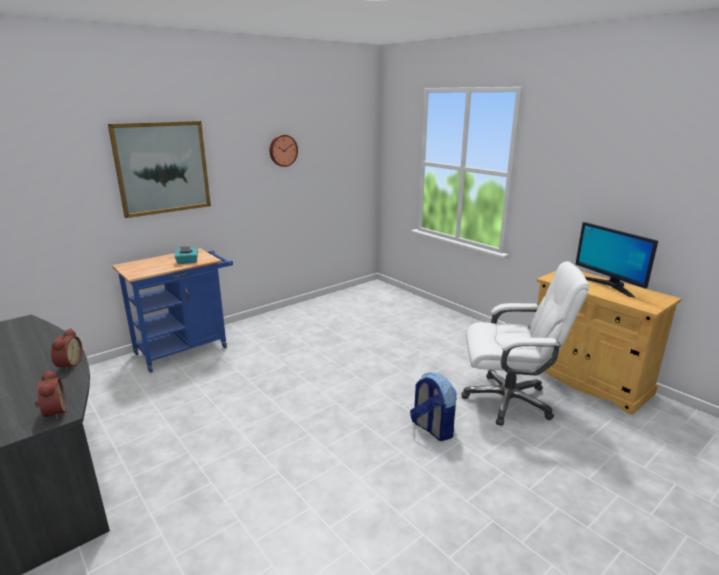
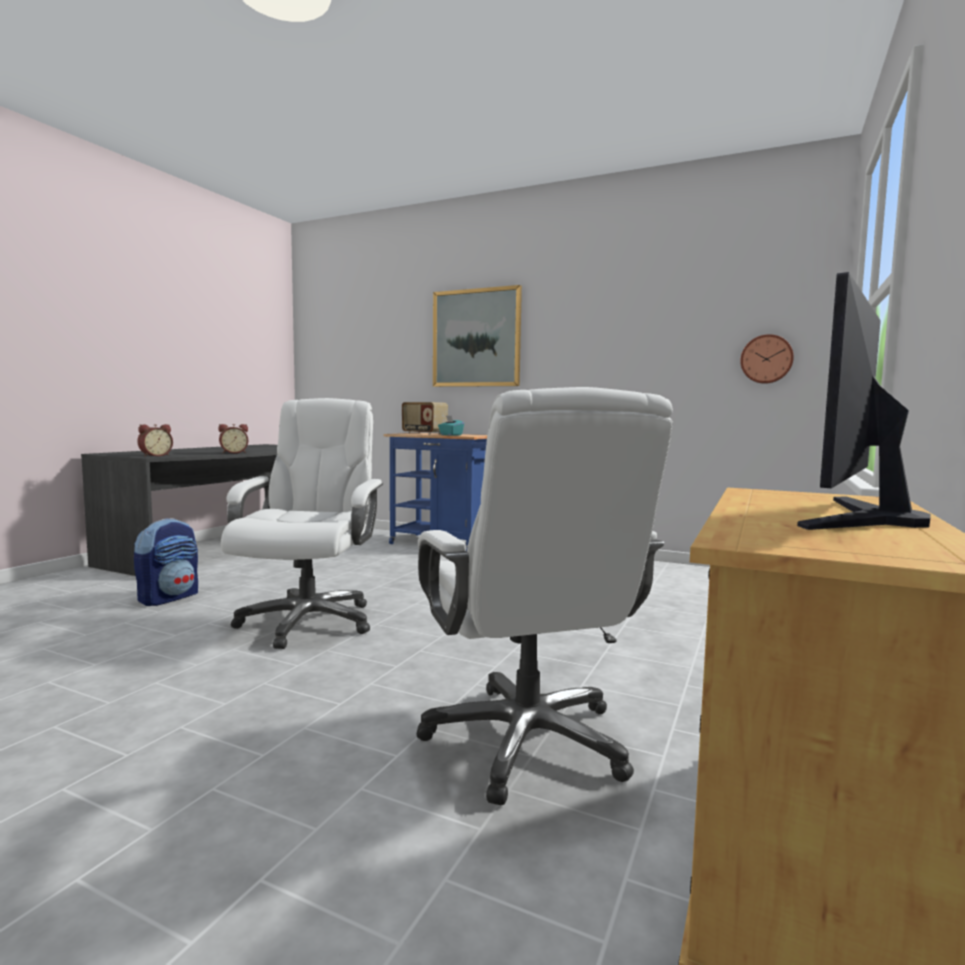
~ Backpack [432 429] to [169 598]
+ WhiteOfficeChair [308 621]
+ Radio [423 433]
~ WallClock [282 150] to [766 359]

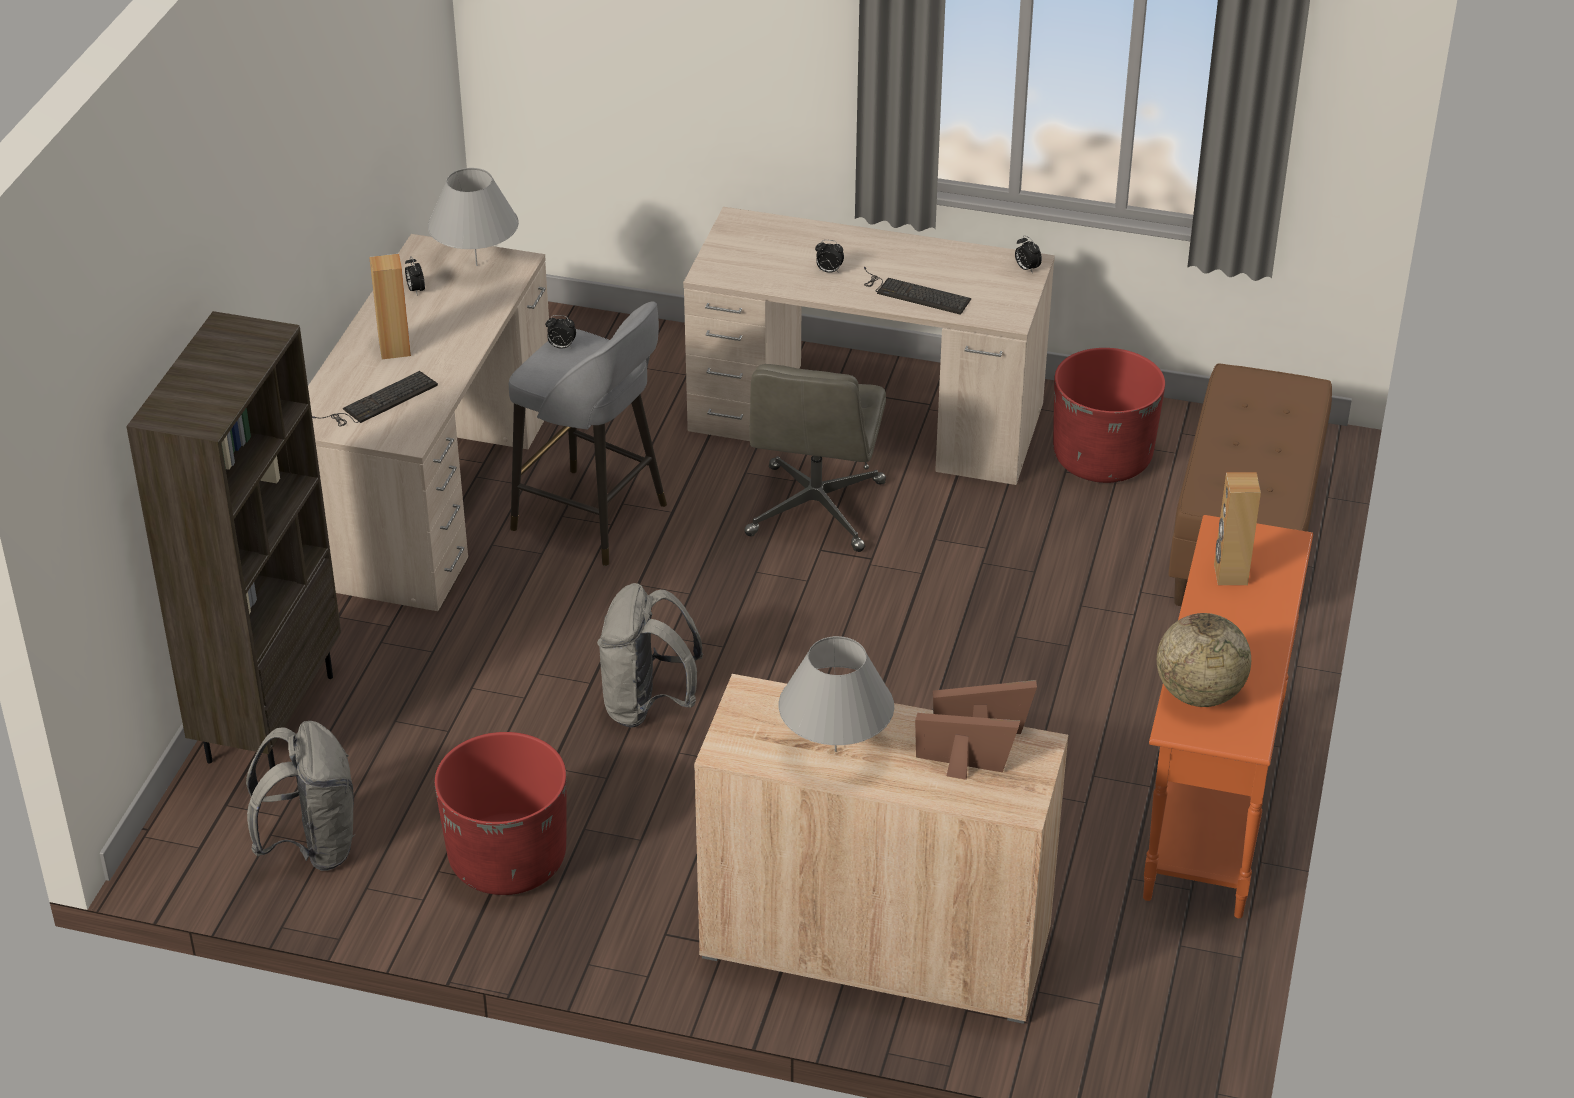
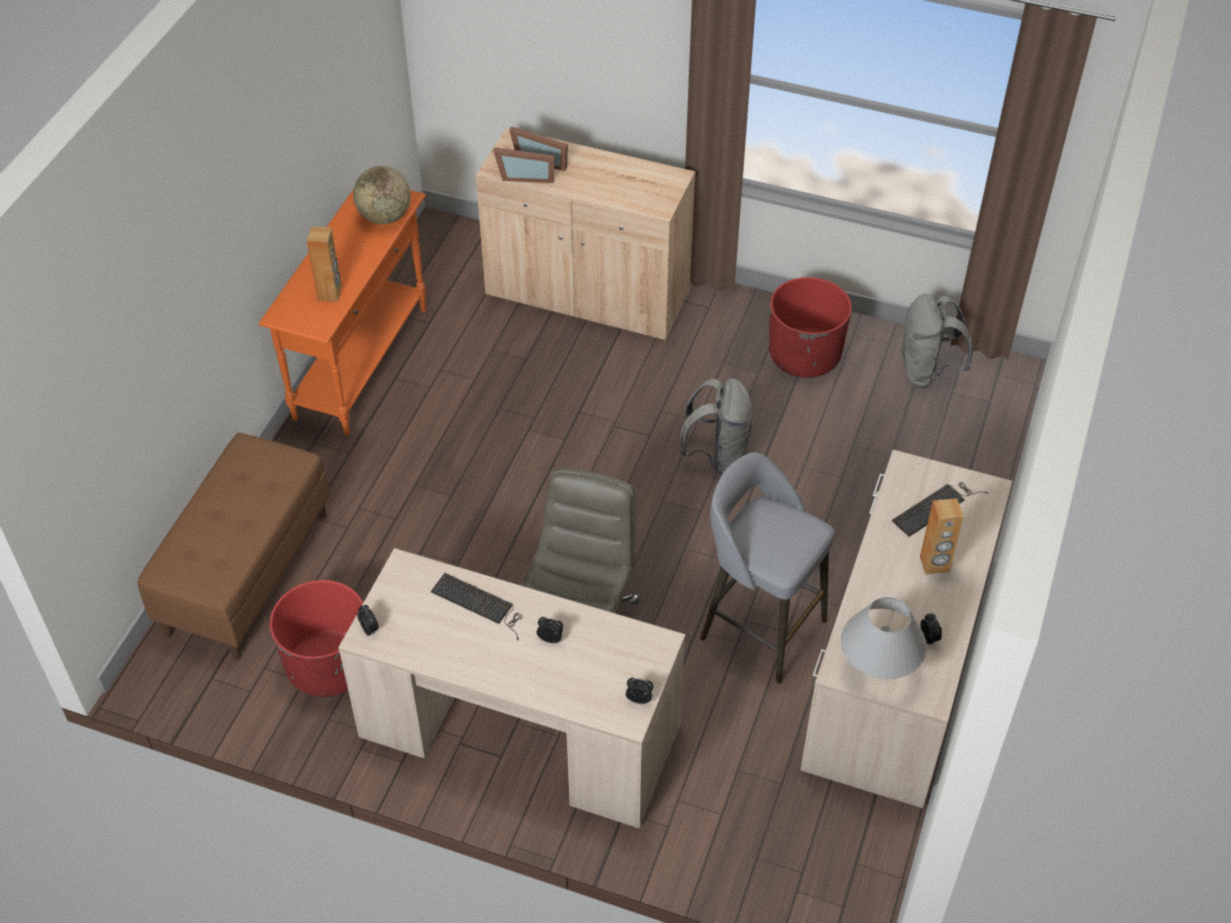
~ AlarmClock [561 347] to [639 698]
- BrownBookcase [269 717]
- GreyTableLamp [835 751]

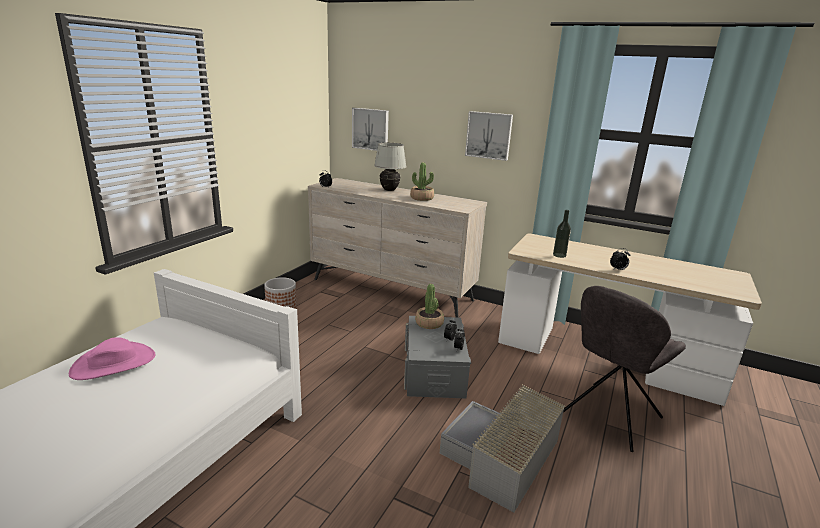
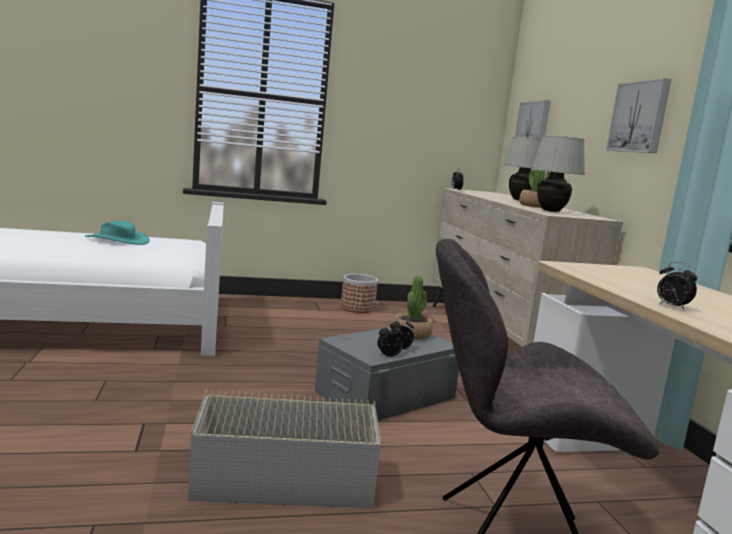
~ PinkHat [113 363] to TurquoiseHat [117 240]
+ WhiteTableLamp [551 211]
- Bottle [559 255]

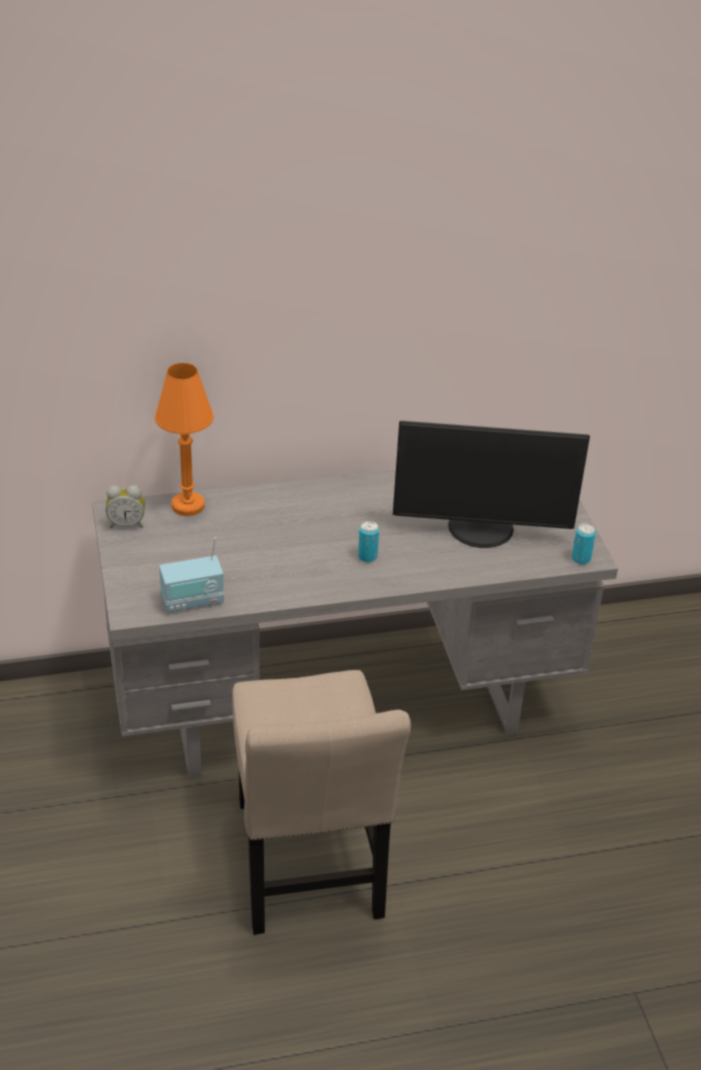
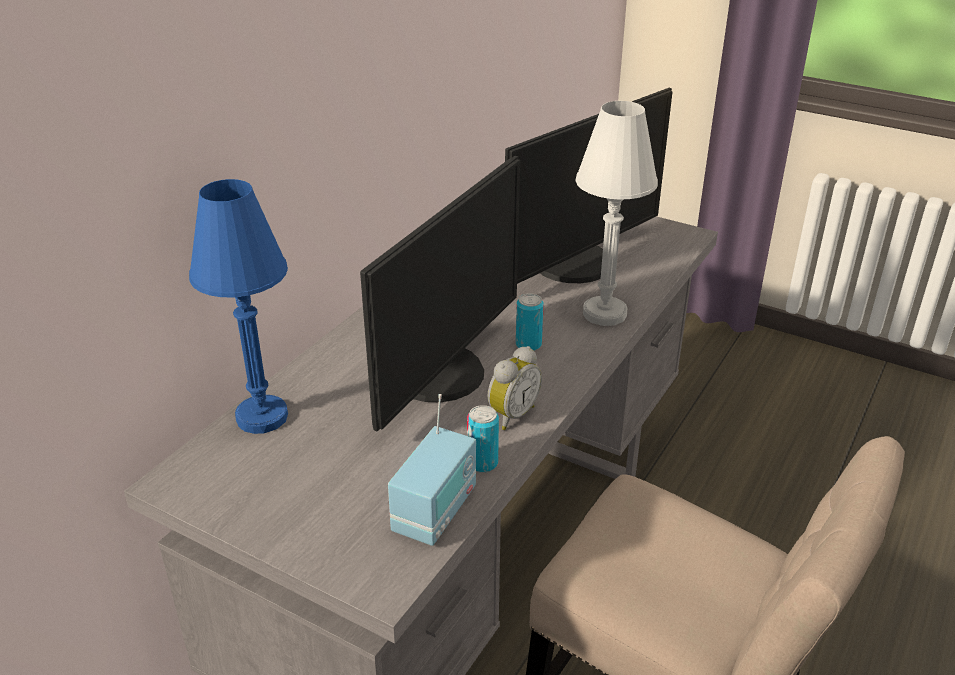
~ OrangeTableLamp [188 506] to BlueTableLamp [262 417]
+ Monitor [442 375]
~ Can [581 559] to [482 463]
~ AlarmClock [126 524] to [511 414]
+ WhiteTableLamp [604 313]

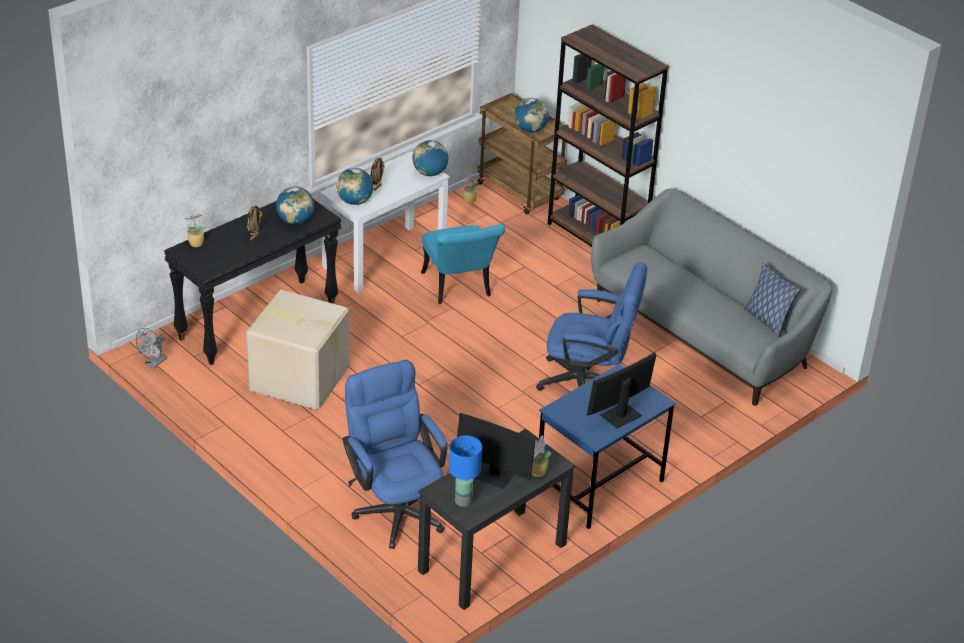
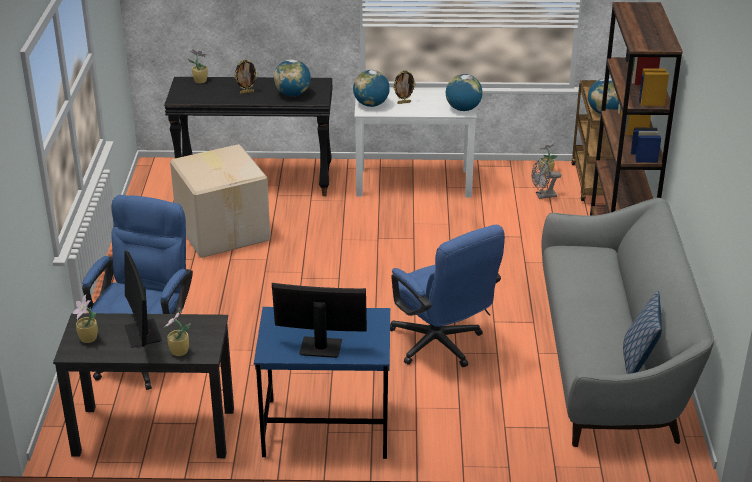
~ BlueTableLamp [464 501] to PottedPlant [88 339]
~ GreyFan [154 363] to [543 196]
- TurquoiseChair [459 289]

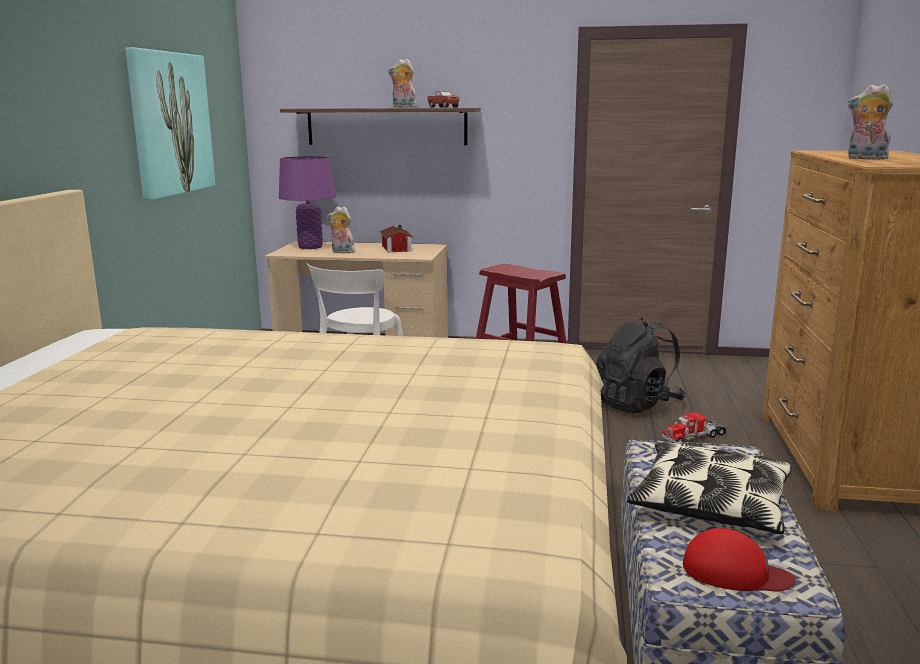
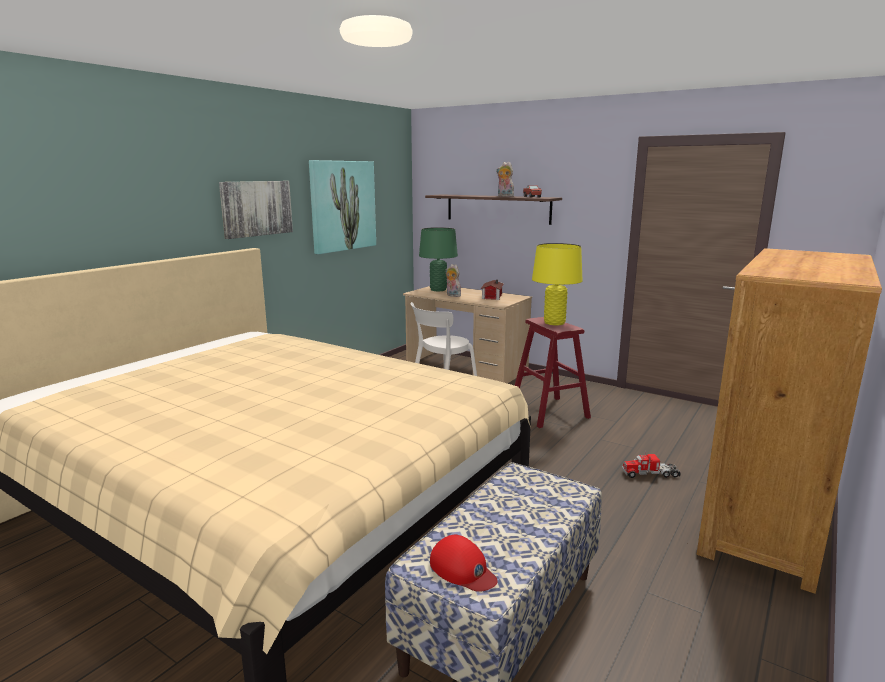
+ Picture [256 208]
~ PurpleTableLamp [310 247] to GreenTableLamp [438 290]
+ YellowTableLamp [554 323]
- BlackBackpack [637 404]
- Pillow [710 503]
- PlushToy [865 159]

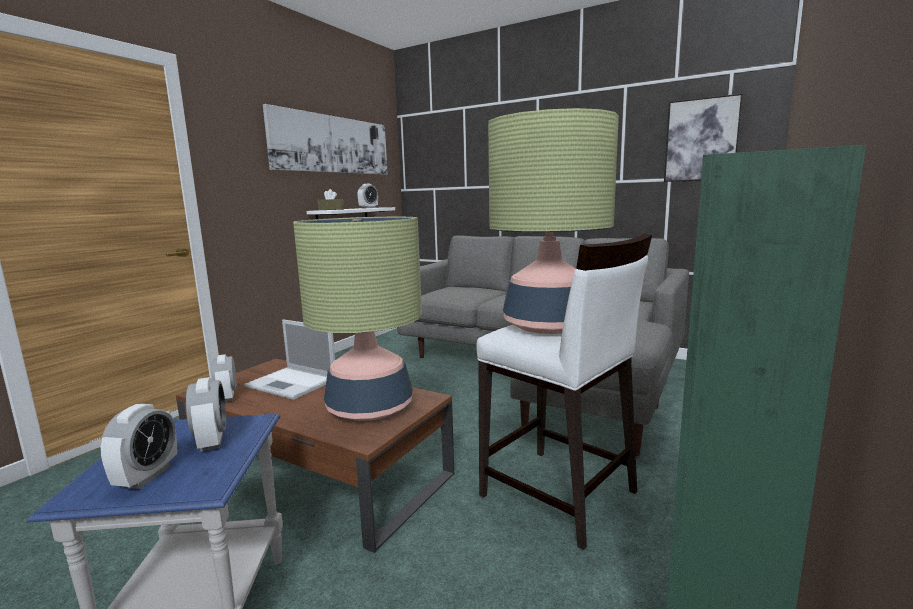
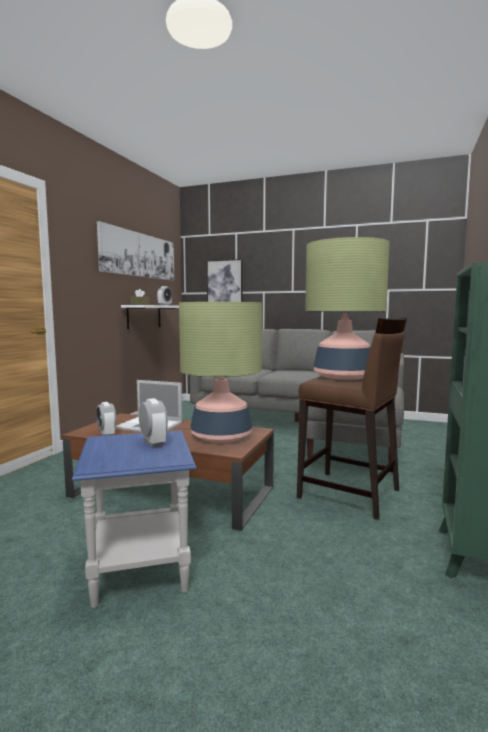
~ Picture [701 140] to [224 283]
~ WhiteStool [559 494] to BrownStool [350 494]
- AlarmClock [147 476]

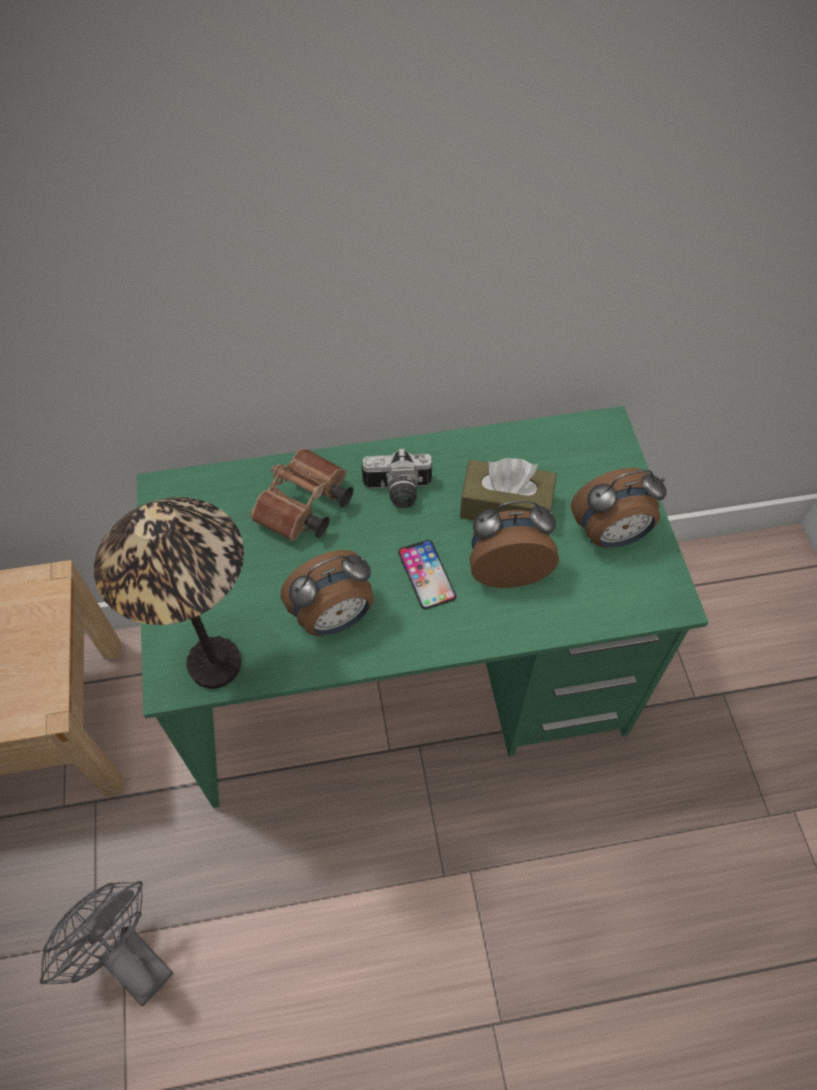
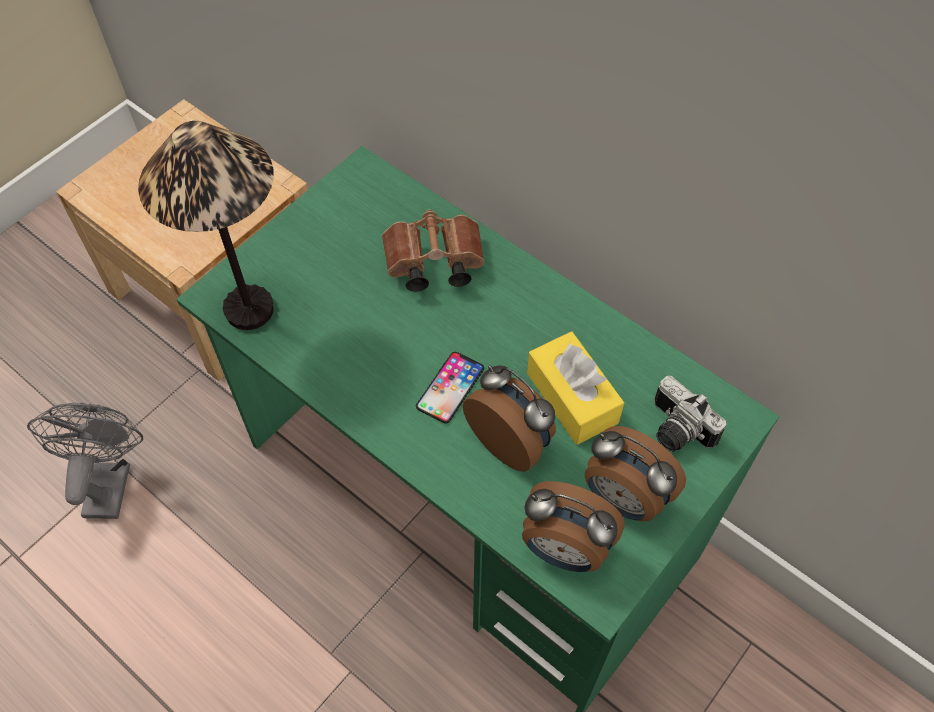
~ AlarmClock [334 618] to [564 549]
~ BrownTissueBox [505 506] to YellowTissueBox [572 397]
~ PhotoCamera [398 492] to [675 431]

